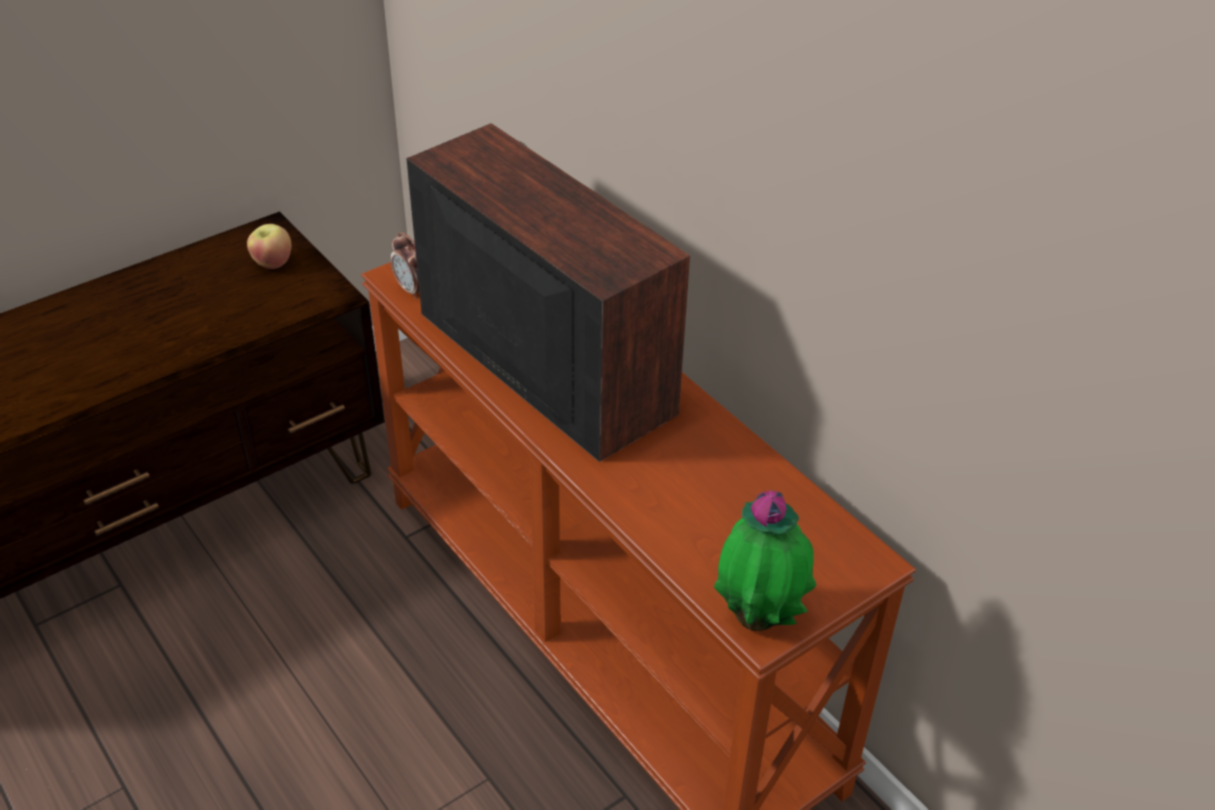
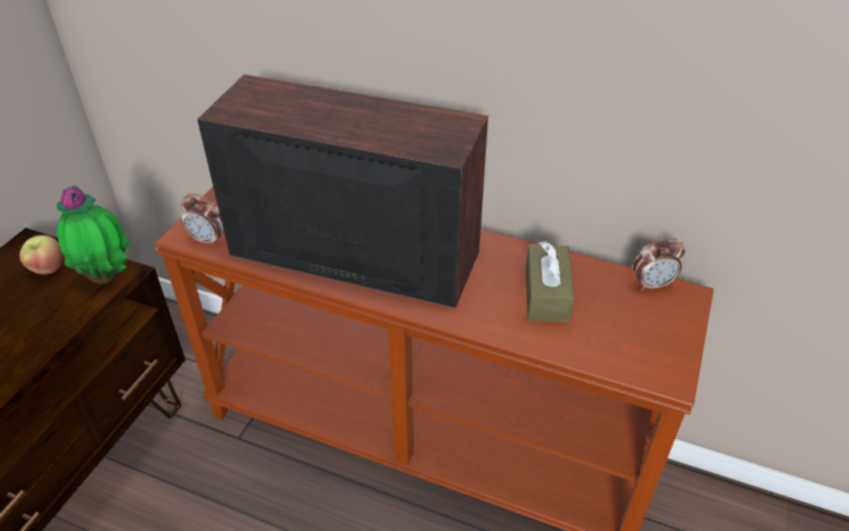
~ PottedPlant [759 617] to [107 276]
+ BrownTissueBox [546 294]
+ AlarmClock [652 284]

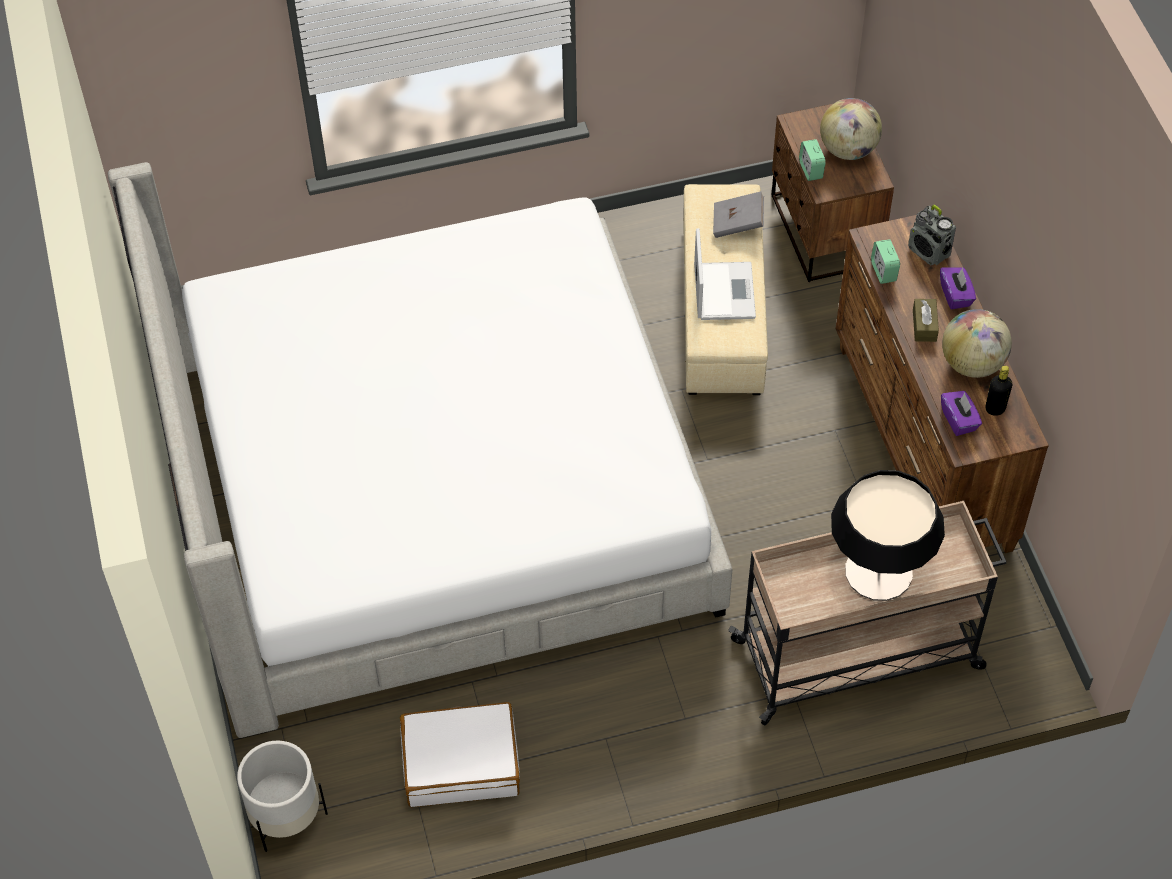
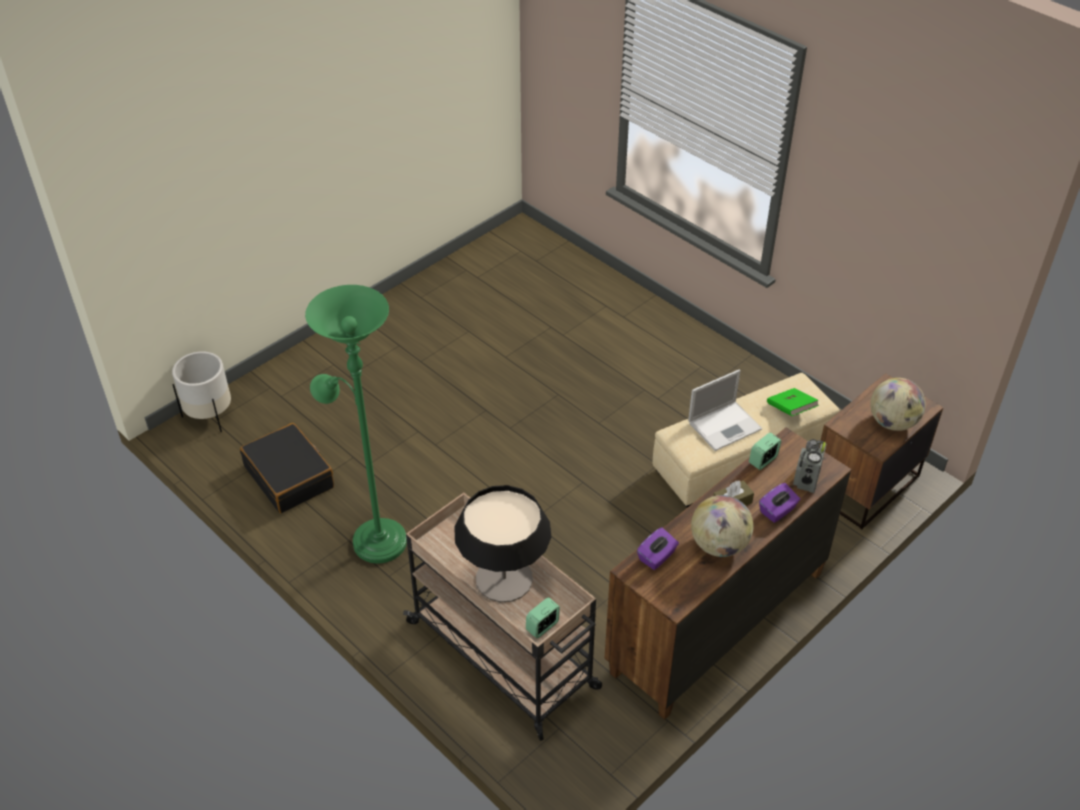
~ WhiteSuitcase [461 763] to BlackSuitcase [289 477]
+ GreenFloorLamp [374 538]
~ AlarmClock [811 170] to [542 626]
~ GreyBook [738 224] to GreenBook [790 410]
- Bed [433 489]
- BlackBottle [995 408]

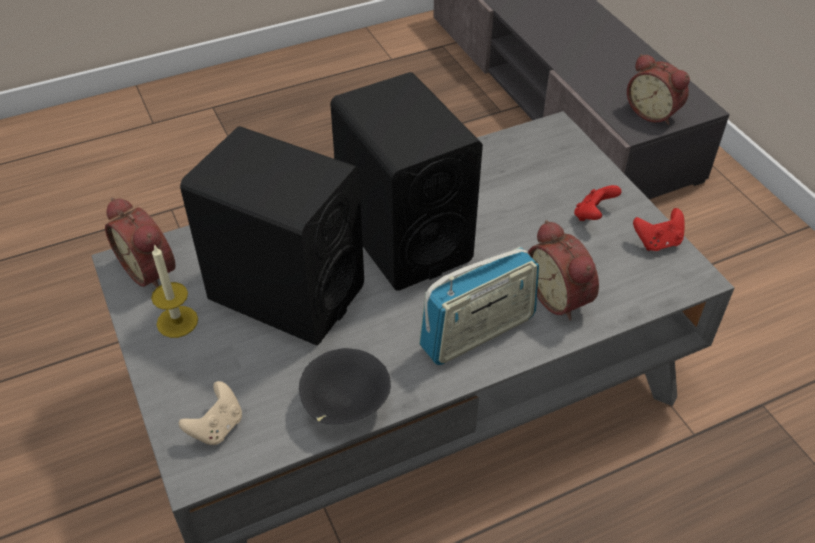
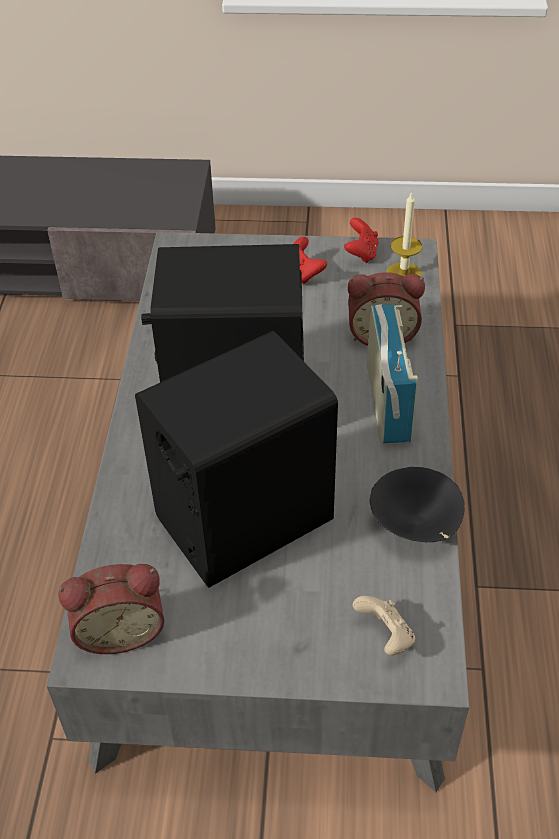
~ Candle [177 321] to [403 274]
- AlarmClock [653 112]

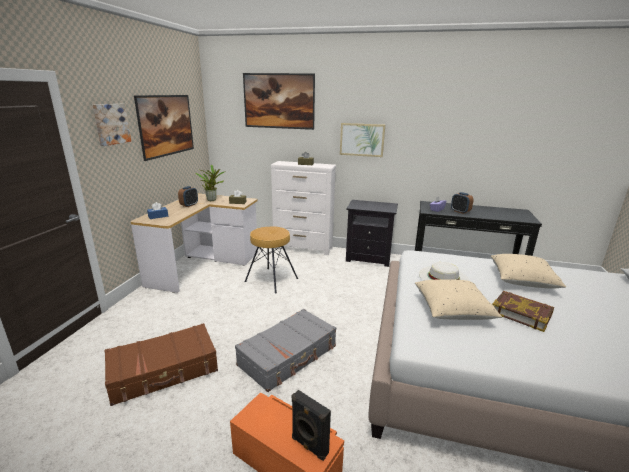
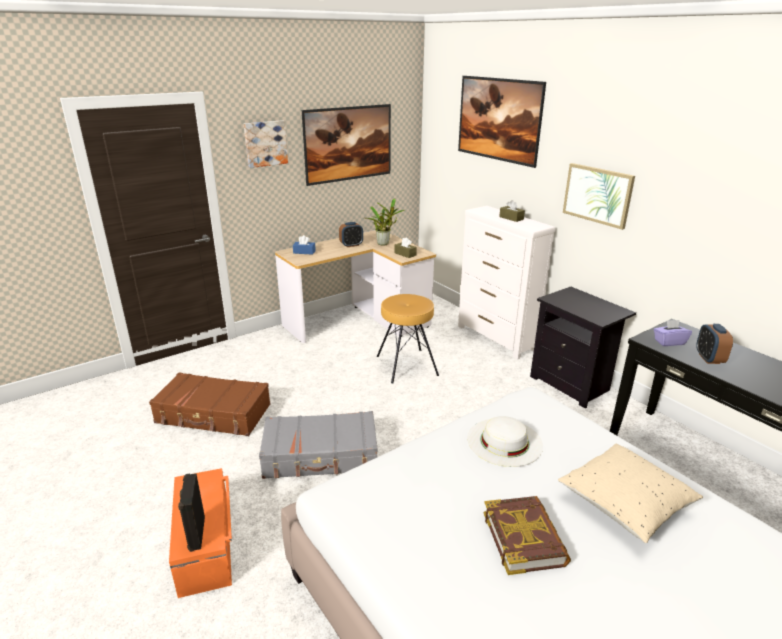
- BeigePillow [452 311]

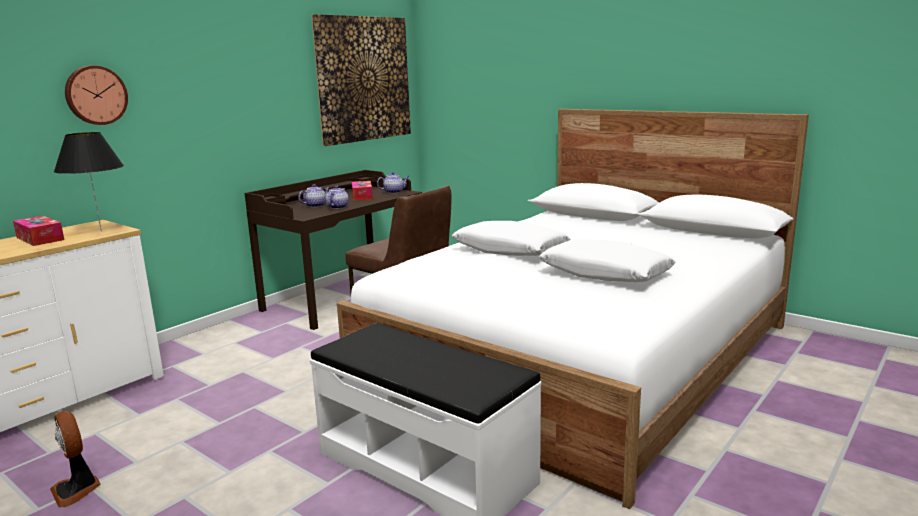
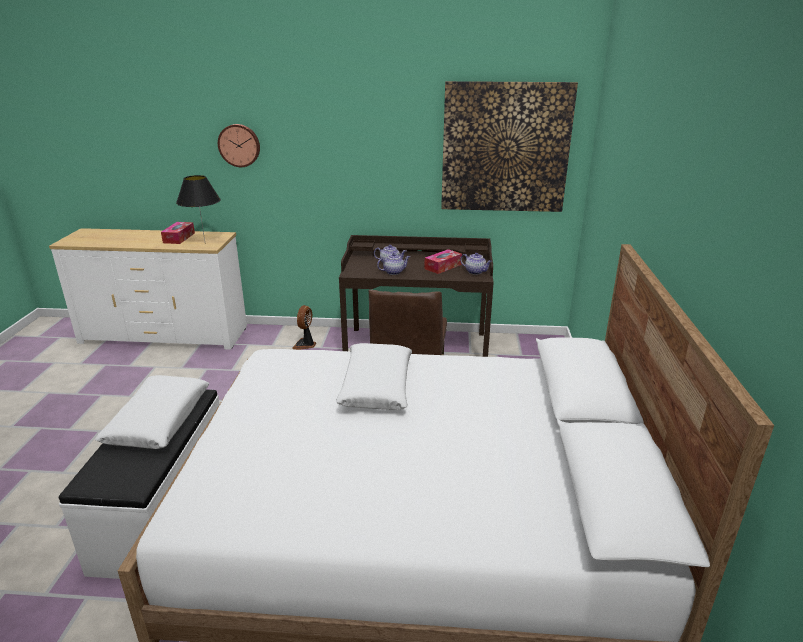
~ WhitePillow [605 274] to [158 421]
~ Fan [77 490] to [305 345]

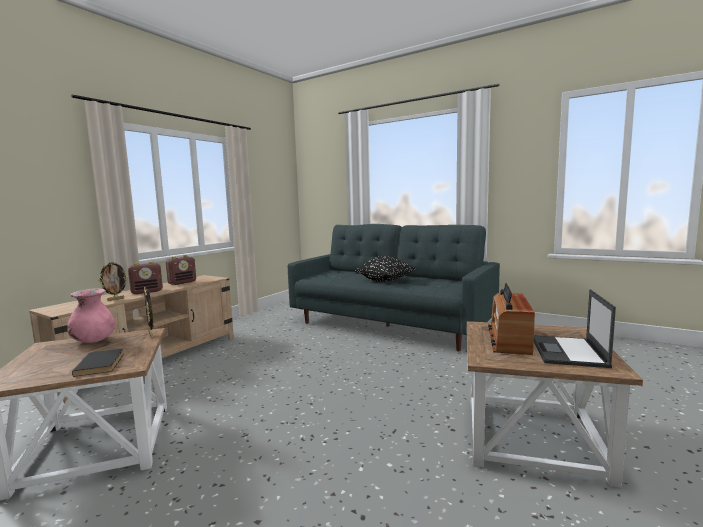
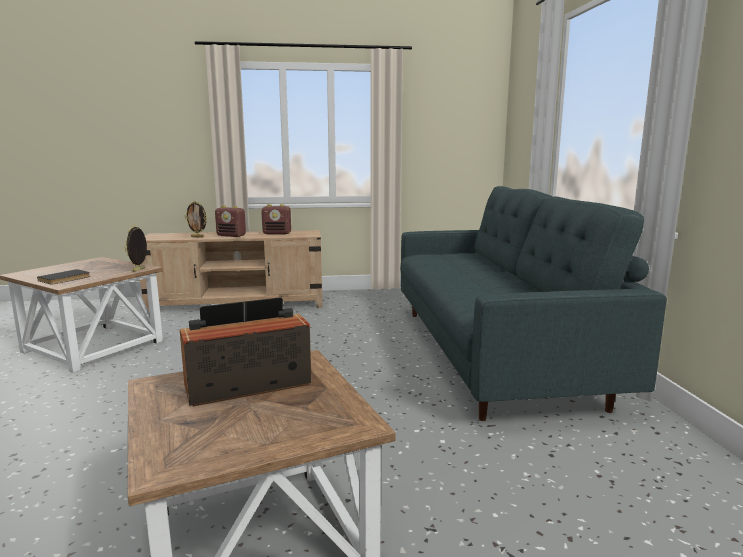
- PinkVase [93 341]
- BlackPillow [385 281]
- Laptop [568 352]

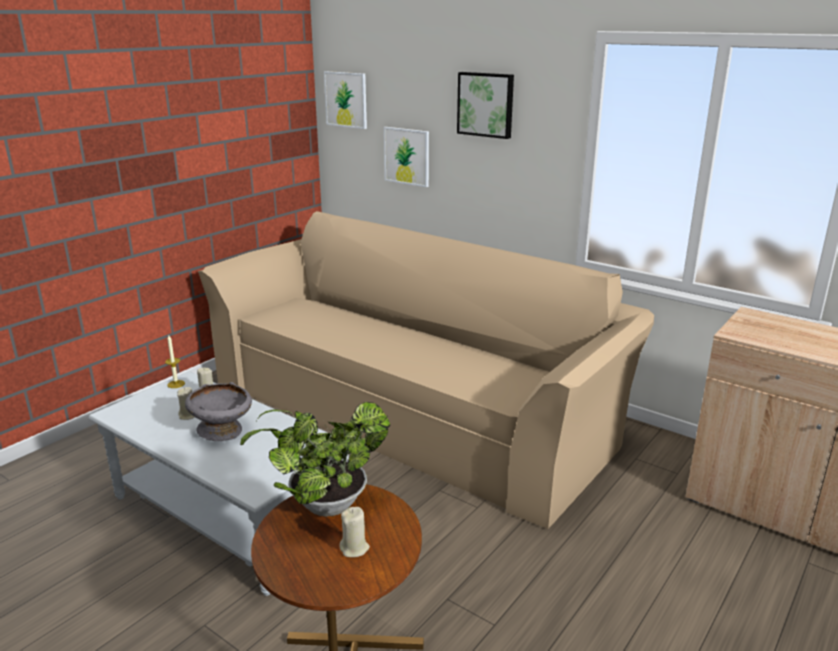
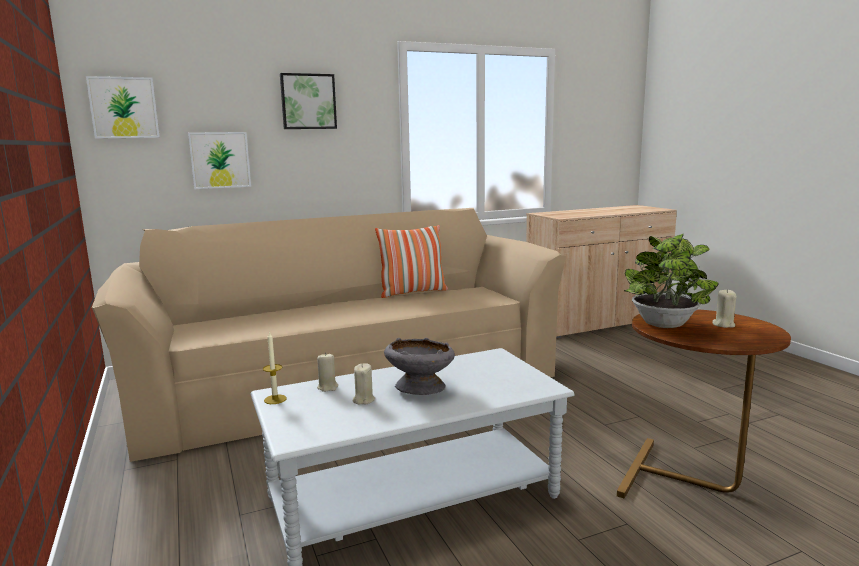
+ Pillow [412 292]

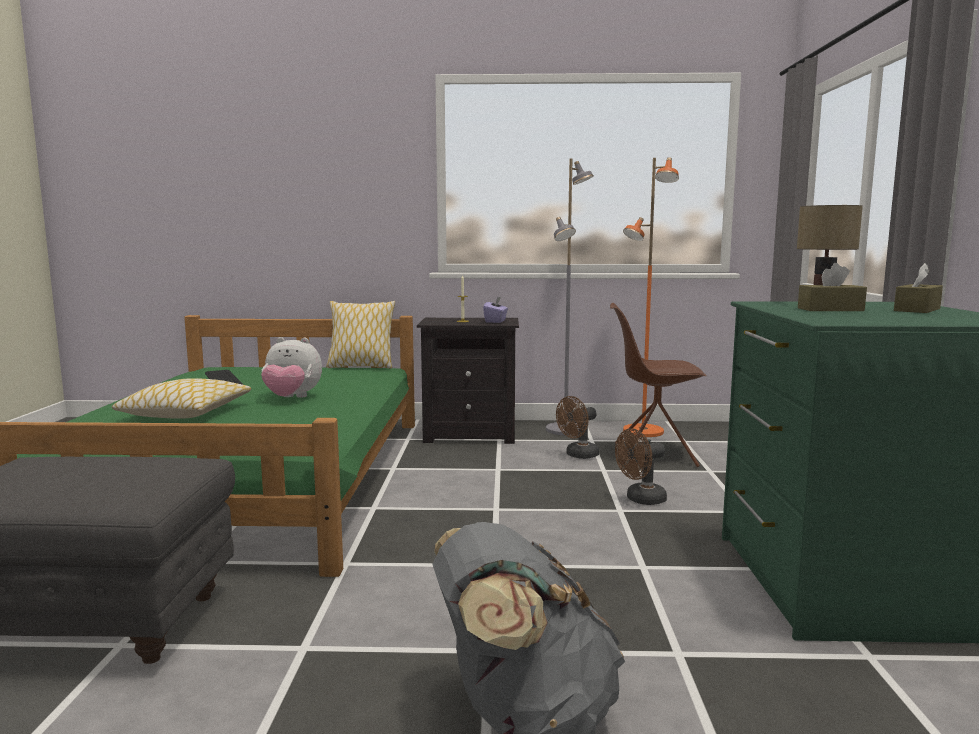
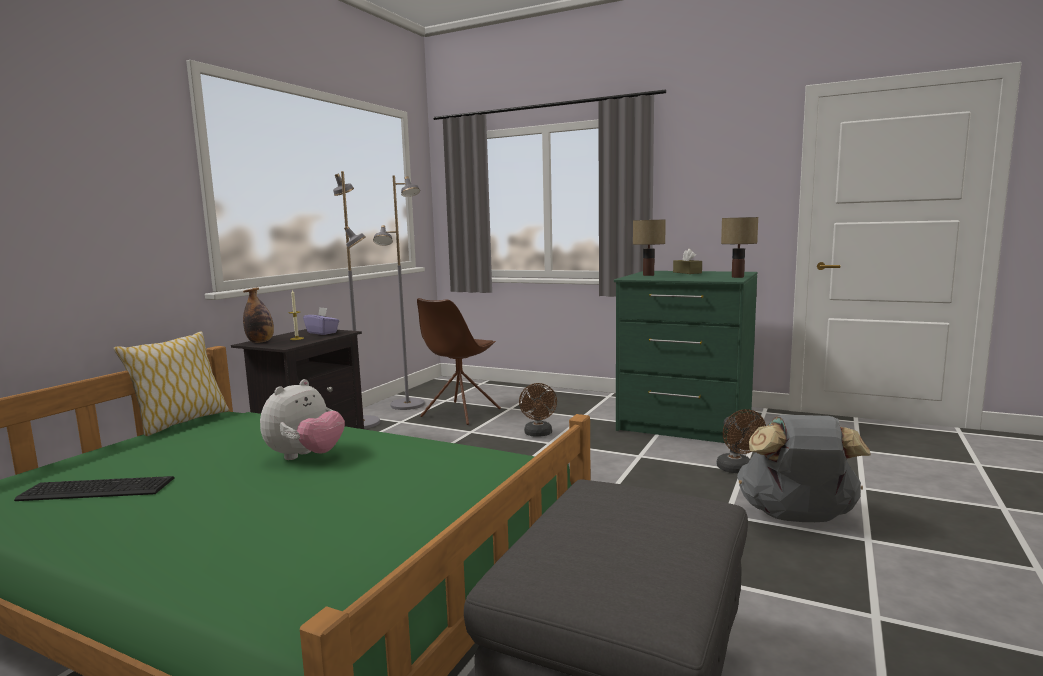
+ Bottle [260 342]
~ OrangeFloorLamp [642 432] to GreyFloorLamp [408 405]
~ BrownFan [578 455] to [737 470]
+ TableLamp [737 277]
- Pillow [186 413]
- BrownTissueBox [830 309]

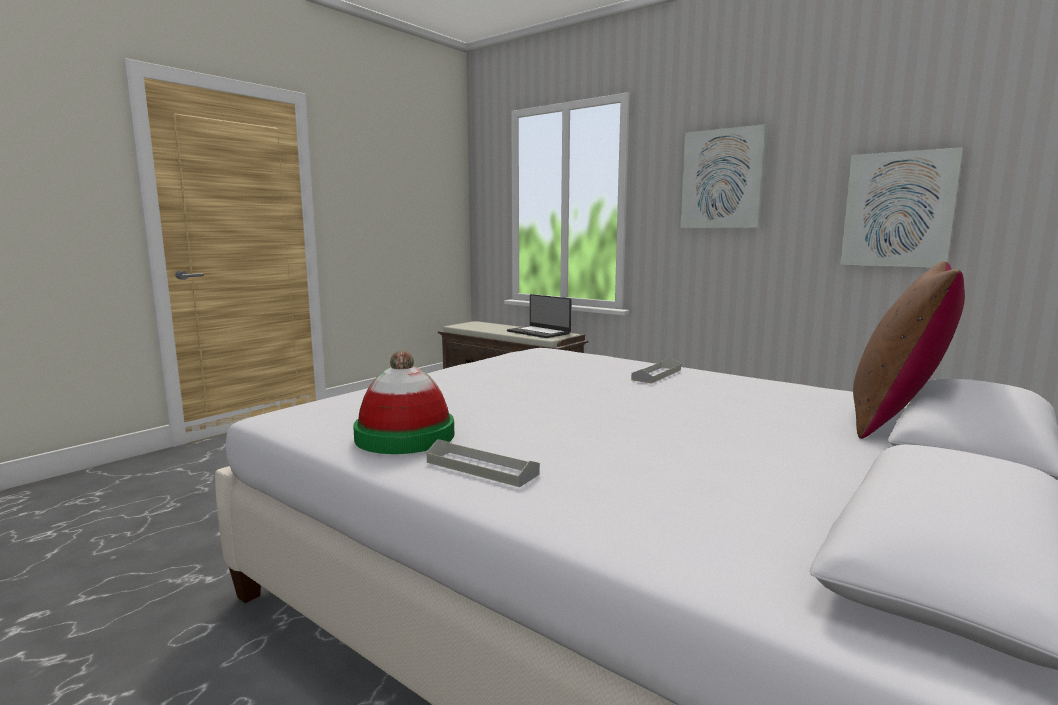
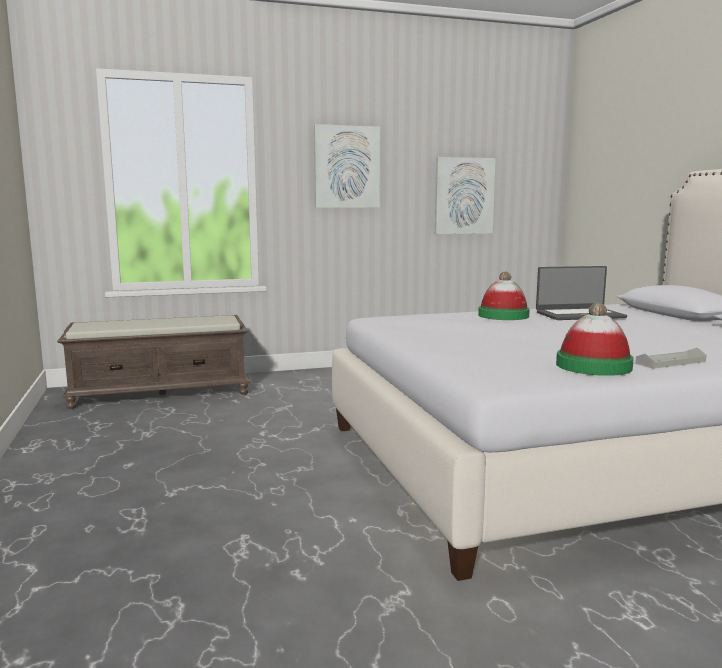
~ GreyTray [656 375] to Hat [503 315]
~ Laptop [539 332] to [579 315]
- BrownPillow [896 419]

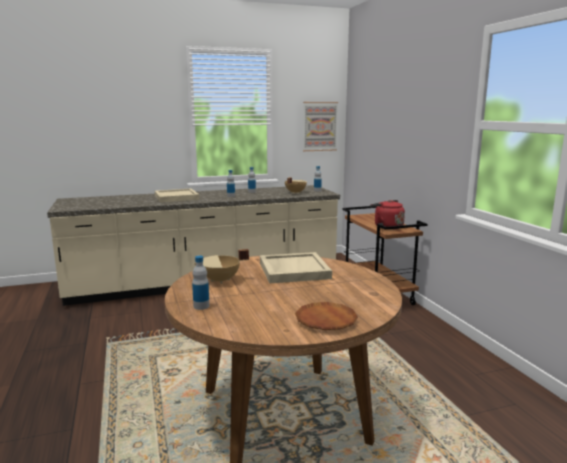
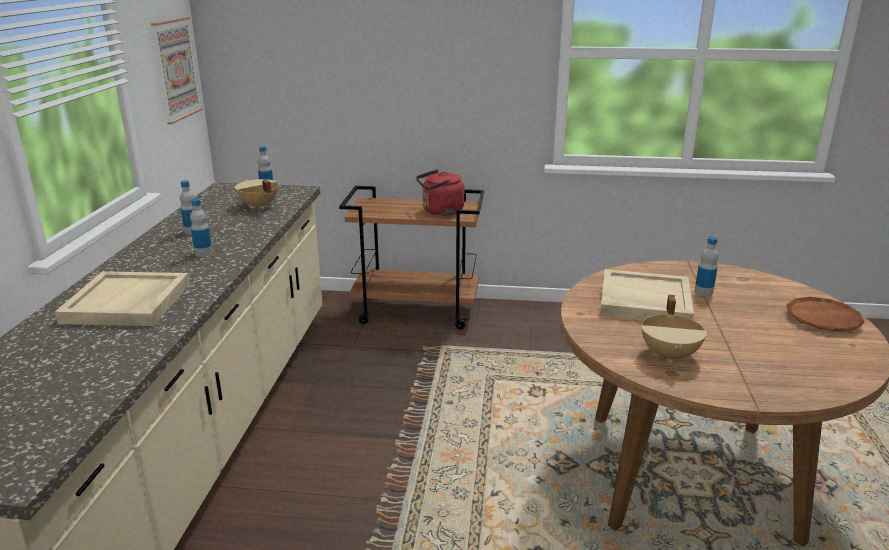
~ Bottle [201 306] to [703 292]

